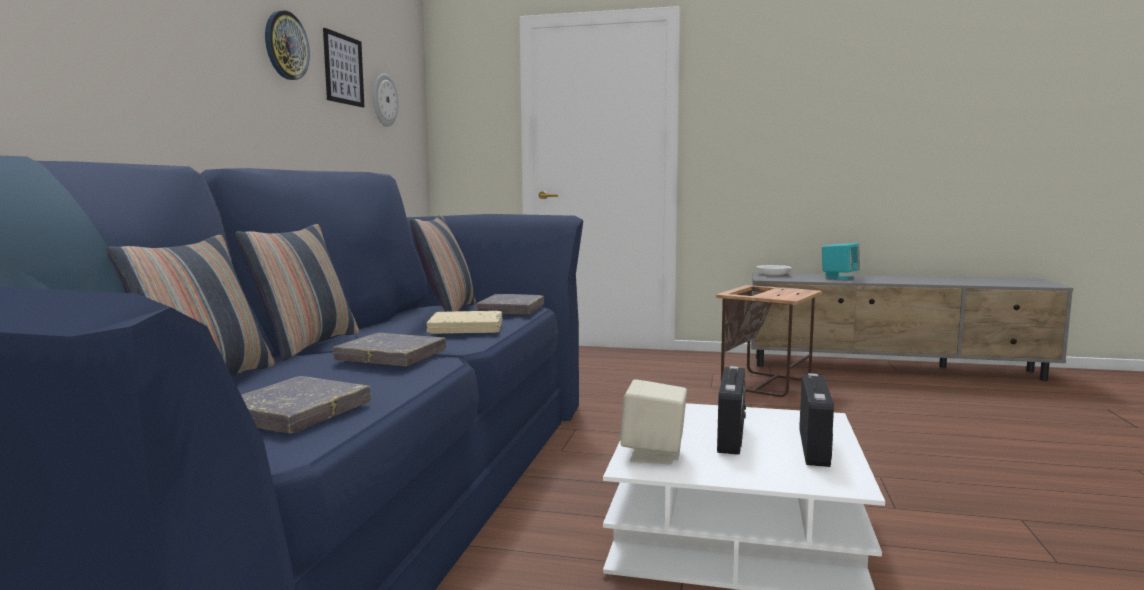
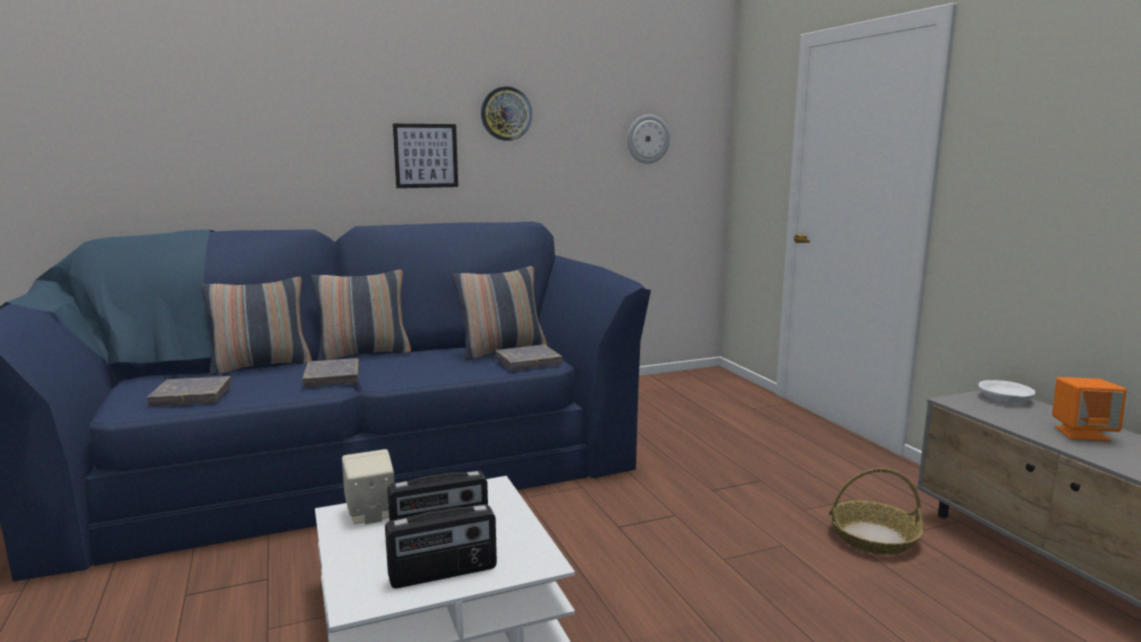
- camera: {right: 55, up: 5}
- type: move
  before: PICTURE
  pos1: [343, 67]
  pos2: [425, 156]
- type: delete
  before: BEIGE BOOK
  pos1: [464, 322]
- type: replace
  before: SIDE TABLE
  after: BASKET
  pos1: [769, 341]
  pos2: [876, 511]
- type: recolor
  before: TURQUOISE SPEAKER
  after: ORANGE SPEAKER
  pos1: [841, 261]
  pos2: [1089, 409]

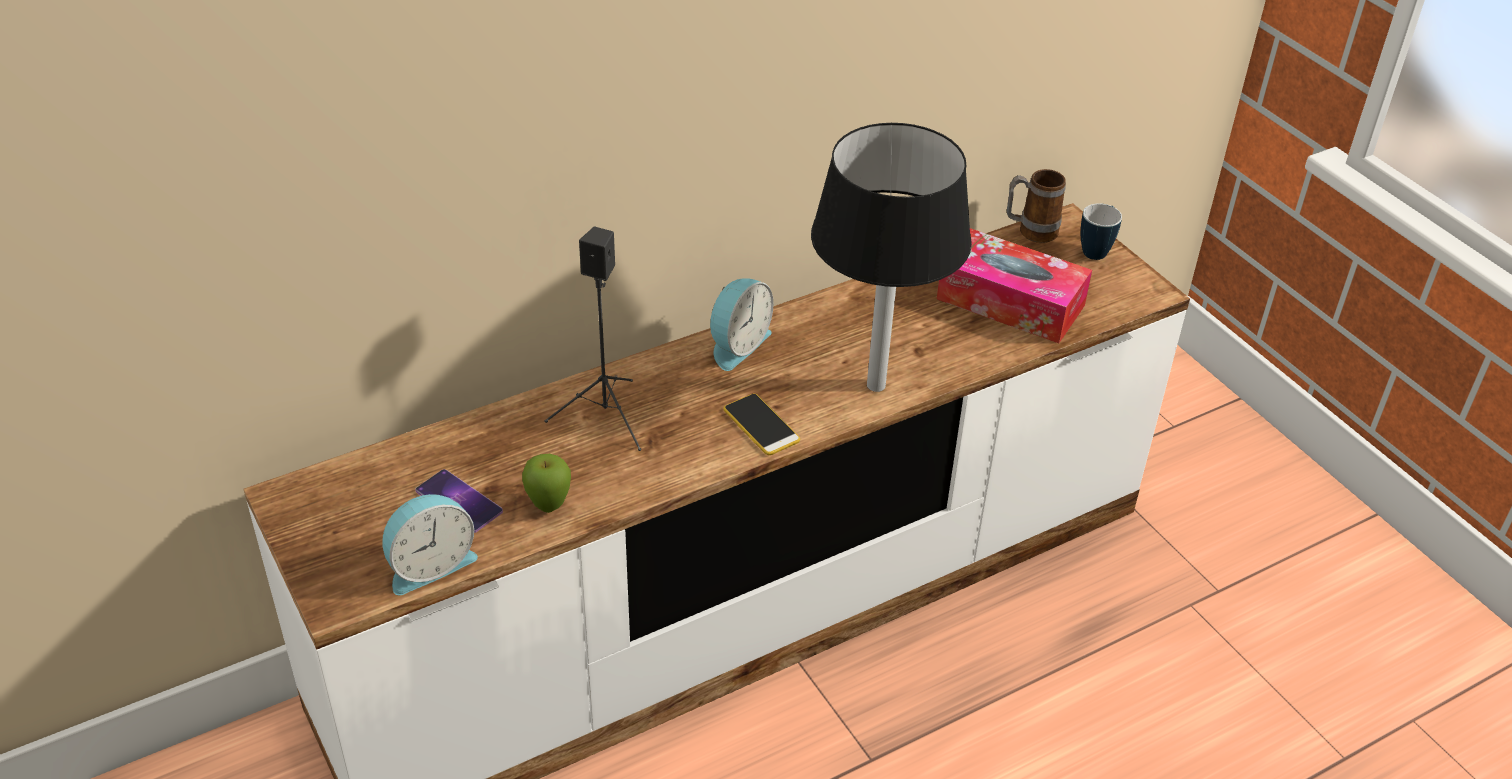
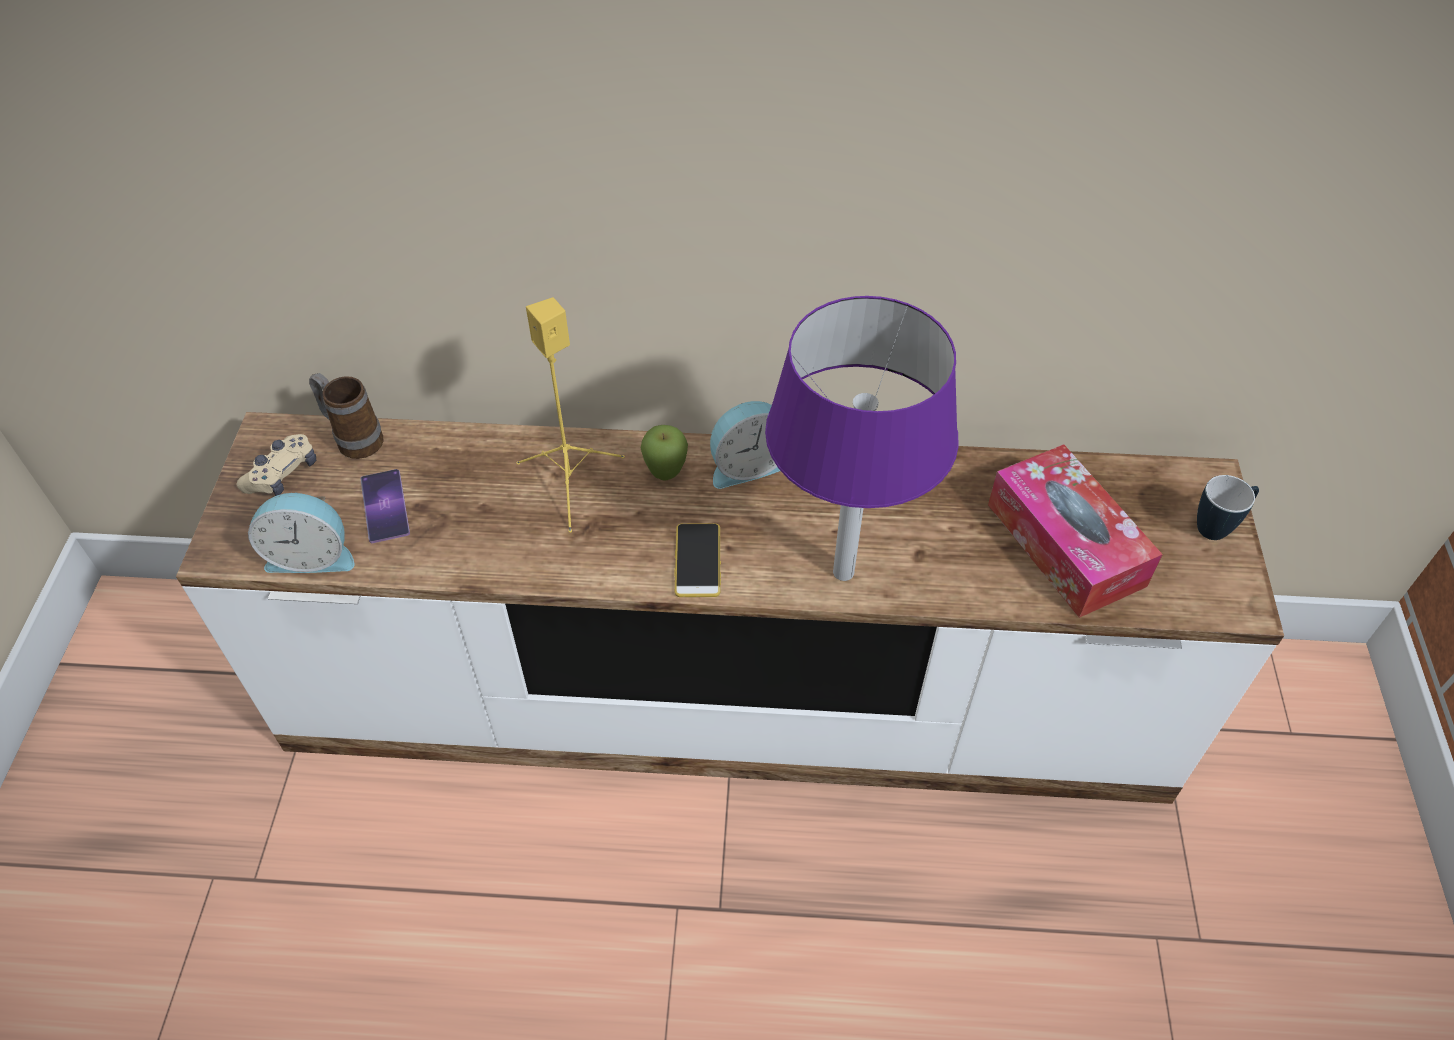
- camera: {right: 35, up: 10}
- type: move
  before: APPLE
  pos1: [546, 483]
  pos2: [664, 453]
- type: recolor
  before: BLACK SPEAKER
  after: YELLOW SPEAKER
  pos1: [592, 338]
  pos2: [570, 415]
- type: recolor
  before: BLACK TABLE LAMP
  after: PURPLE TABLE LAMP
  pos1: [891, 257]
  pos2: [862, 438]
- type: move
  before: MUG
  pos1: [1036, 206]
  pos2: [346, 416]
- type: insert
  after: BEIGE GAME CONTROLLER
  pos2: [276, 465]

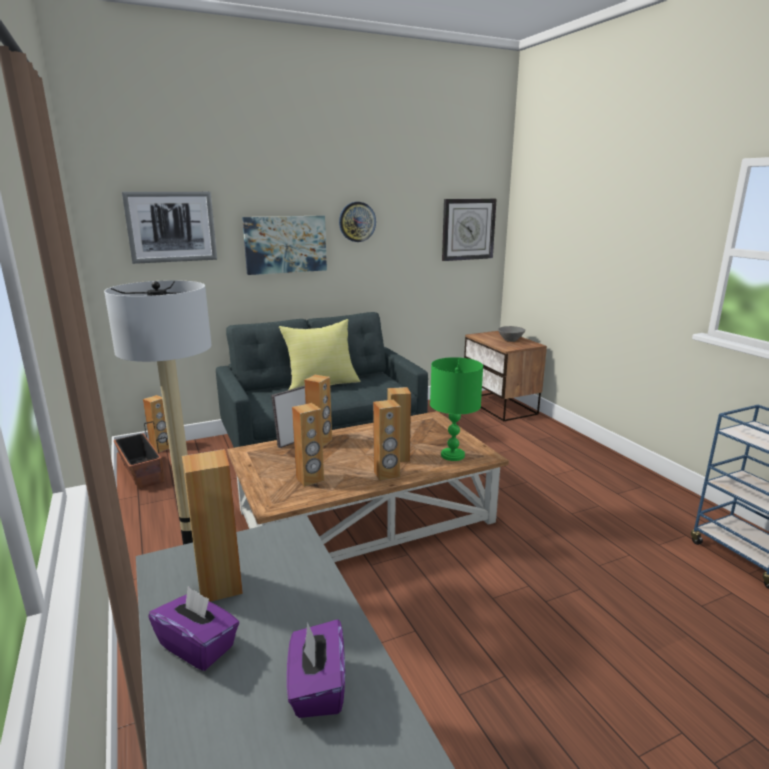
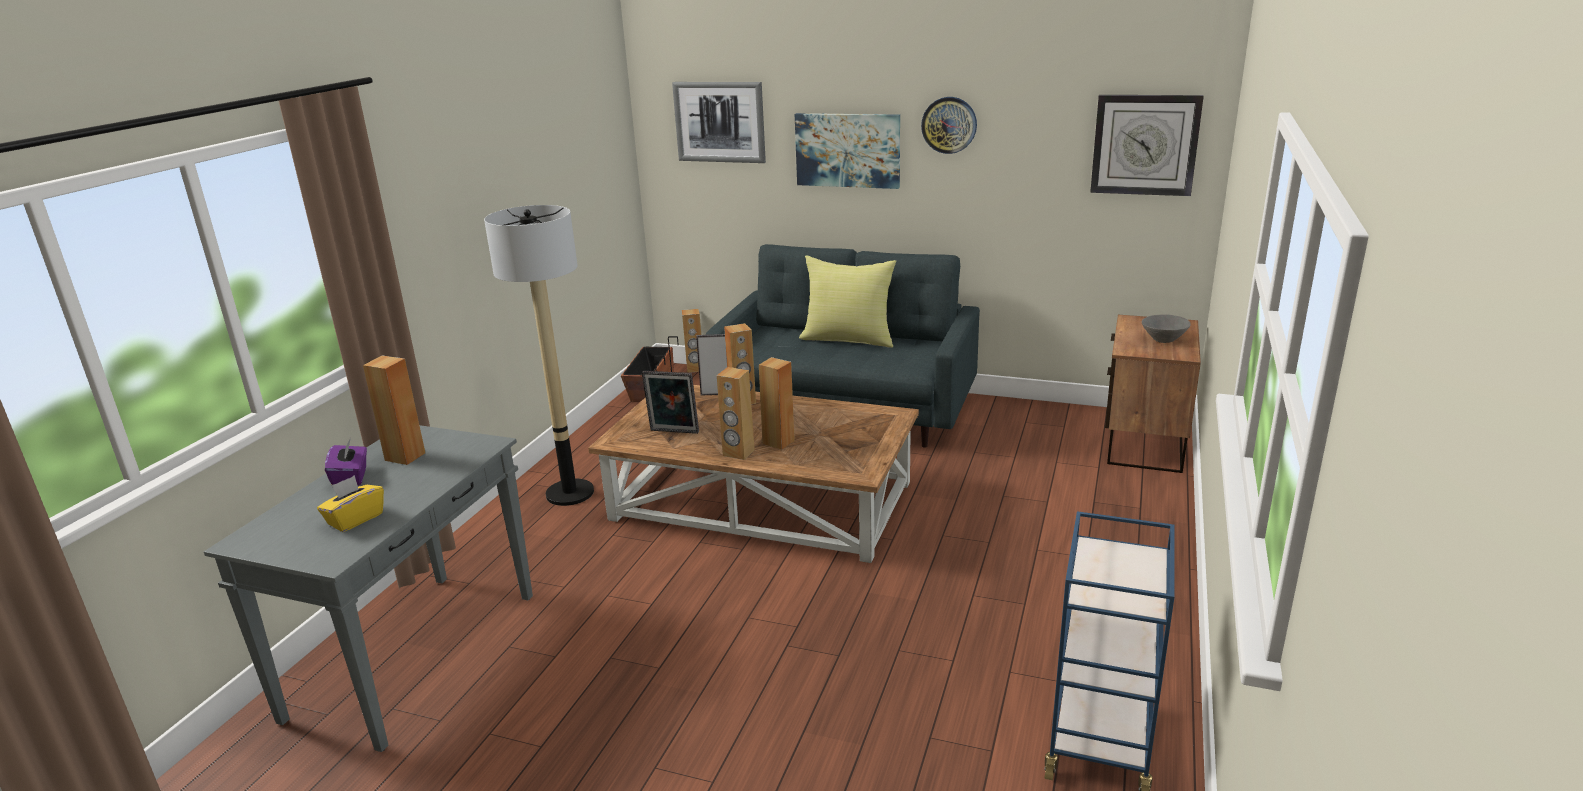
- camera: {right: 45, up: 5}
- type: recolor
  before: PURPLE TISSUE BOX
  after: YELLOW TISSUE BOX
  pos1: [316, 668]
  pos2: [350, 503]
- type: replace
  before: BROWN SPEAKER
  after: PICTURE FRAME
  pos1: [308, 445]
  pos2: [670, 402]
- type: delete
  before: GREEN TABLE LAMP
  pos1: [456, 409]

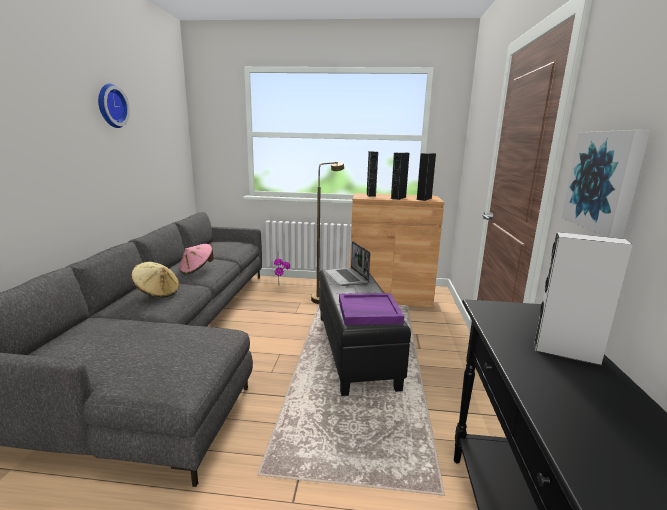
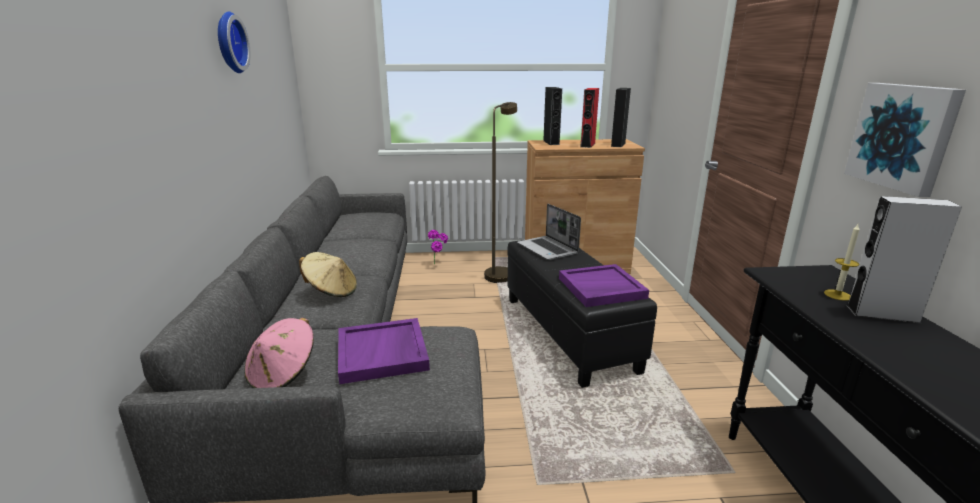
- camera: {right: -10, up: 5}
- type: move
  before: PINK HAT
  pos1: [196, 259]
  pos2: [279, 353]
- type: recolor
  before: BLACK SPEAKER
  after: RED SPEAKER
  pos1: [400, 176]
  pos2: [589, 118]
- type: insert
  after: PURPLE TRAY
  pos2: [384, 351]
- type: insert
  after: CANDLE
  pos2: [842, 262]

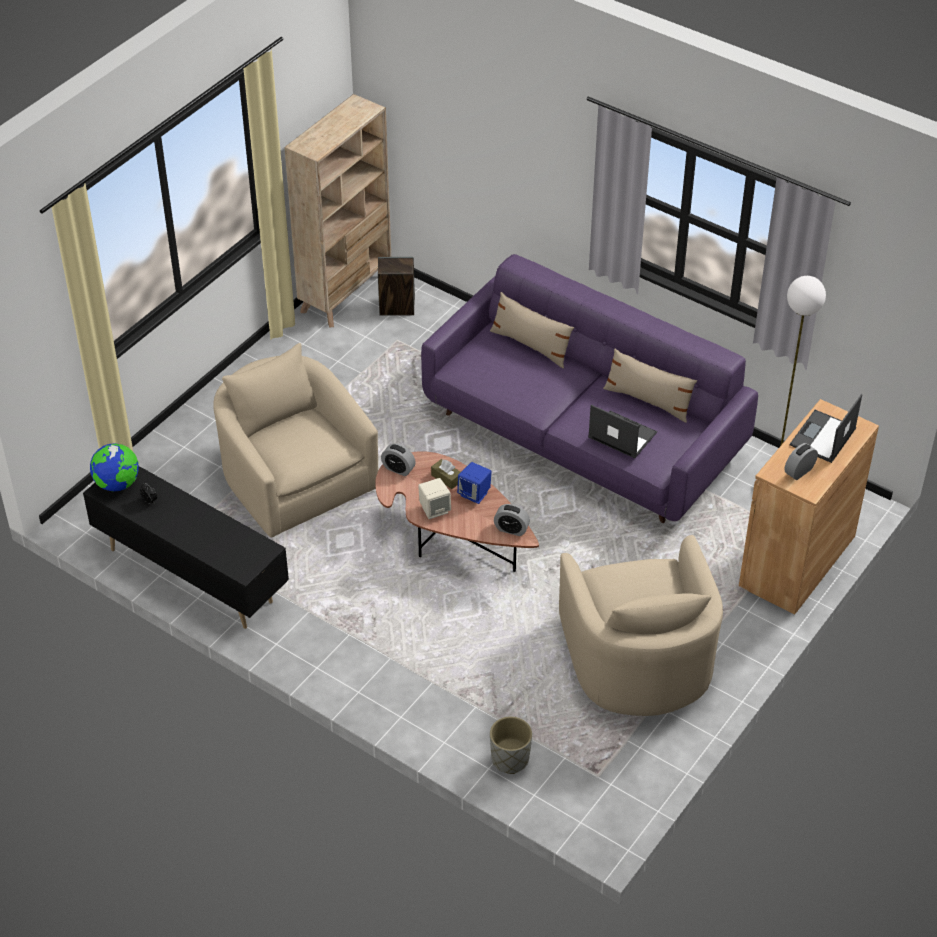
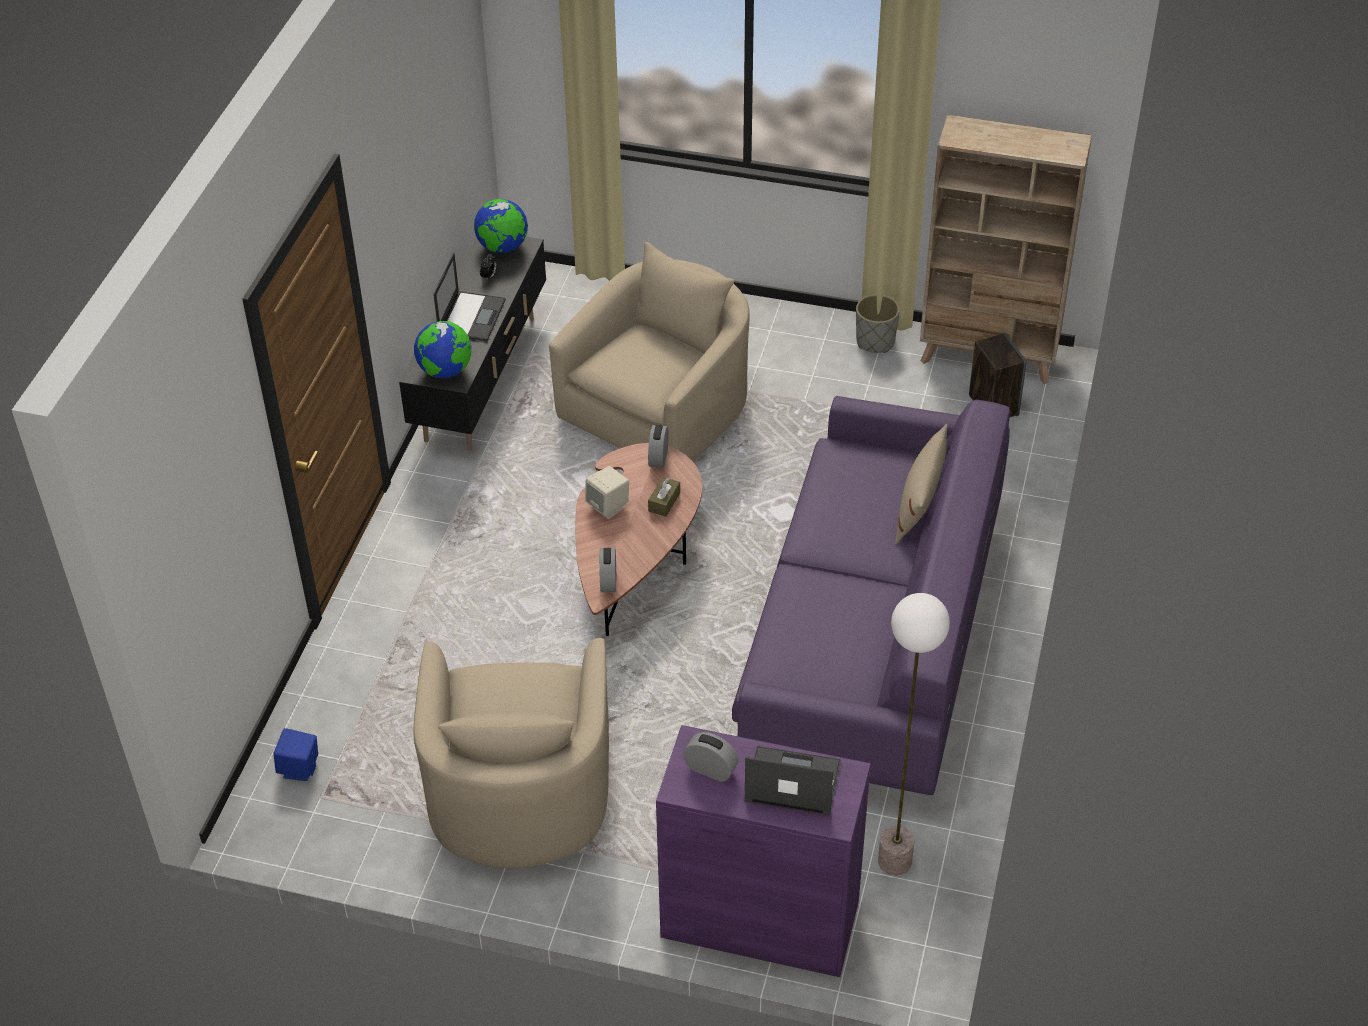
- camera: {right: 70, up: 0}
- type: move
  before: BLUE SPEAKER
  pos1: [474, 483]
  pos2: [295, 754]
- type: move
  before: GREY PLANTER
  pos1: [511, 745]
  pos2: [878, 324]
- type: rotate
  before: BEIGE ARMCHAIR
  pos1: [641, 625]
  pos2: [511, 753]
  turn: -60
- type: move
  before: LAPTOP
  pos1: [622, 431]
  pos2: [469, 297]
- type: delete
  before: BEIGE PILLOW
  pos1: [650, 385]
- type: recolor
  before: BROWN CABINET
  after: PURPLE CABINET
  pos1: [809, 507]
  pos2: [763, 851]
- type: insert
  after: GLOBE
  pos2: [442, 349]

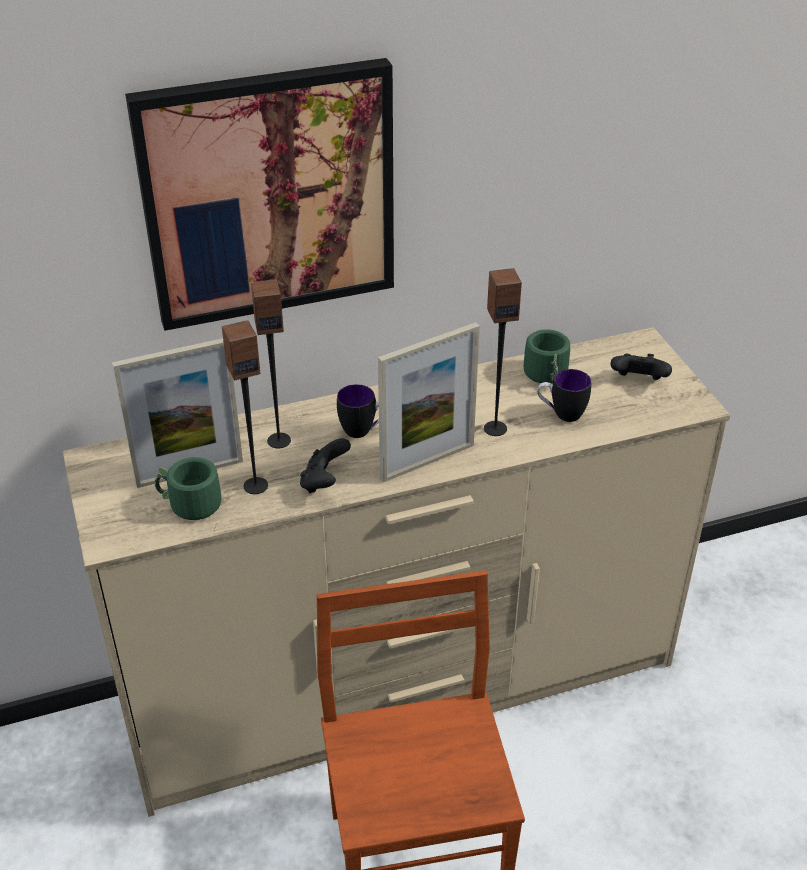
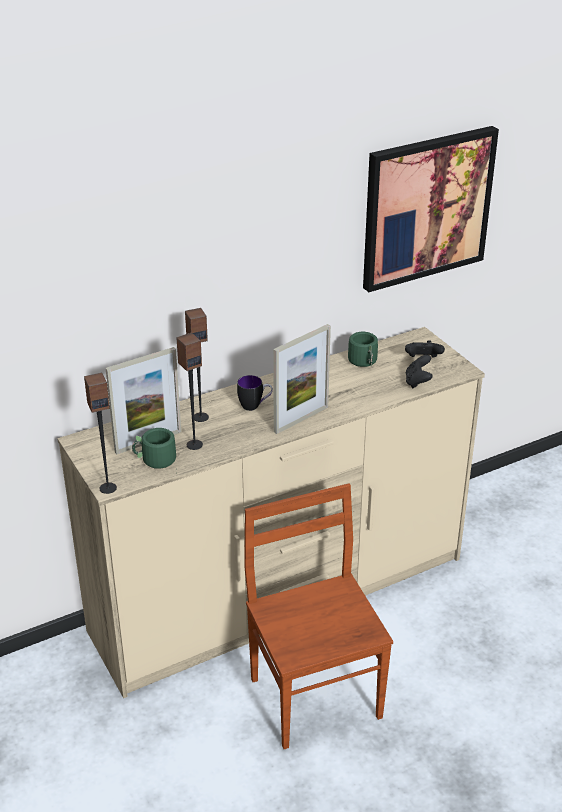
- camera: {right: -10, up: -5}
- type: move
  before: PICTURE
  pos1: [259, 194]
  pos2: [431, 209]
- type: move
  before: BLACK GAME CONTROLLER
  pos1: [325, 465]
  pos2: [419, 371]
- type: move
  before: SPEAKER
  pos1: [503, 352]
  pos2: [100, 433]
- type: delete
  before: MUG
  pos1: [564, 395]

